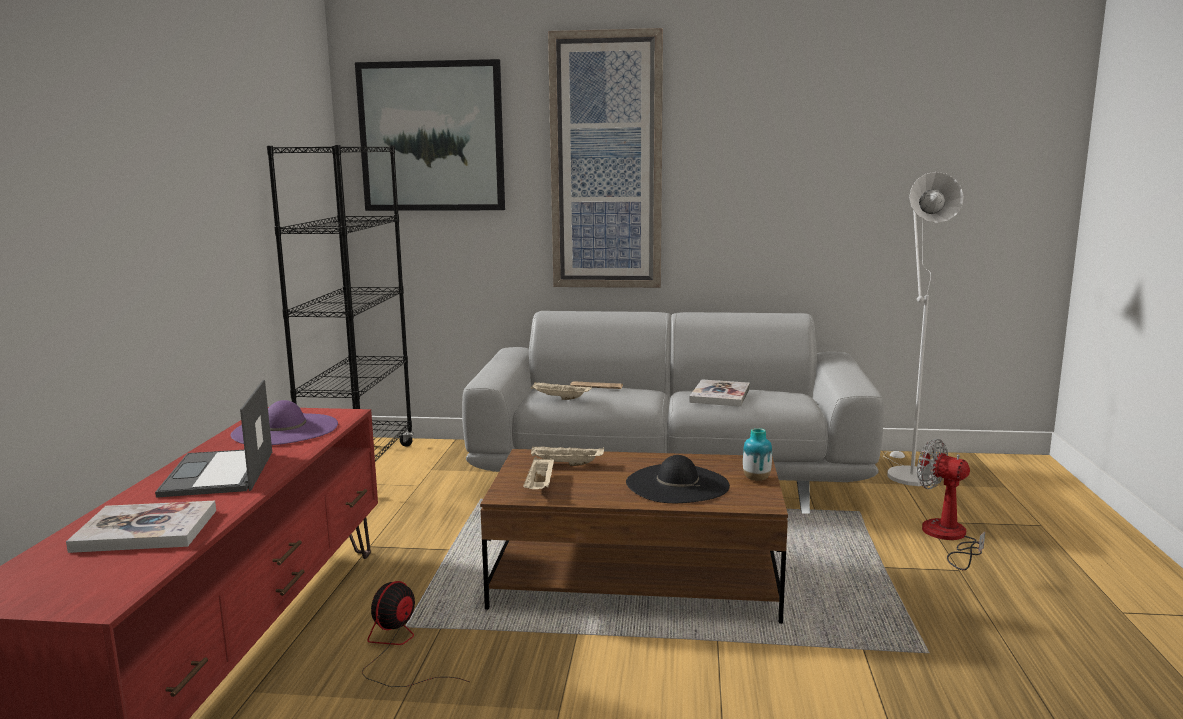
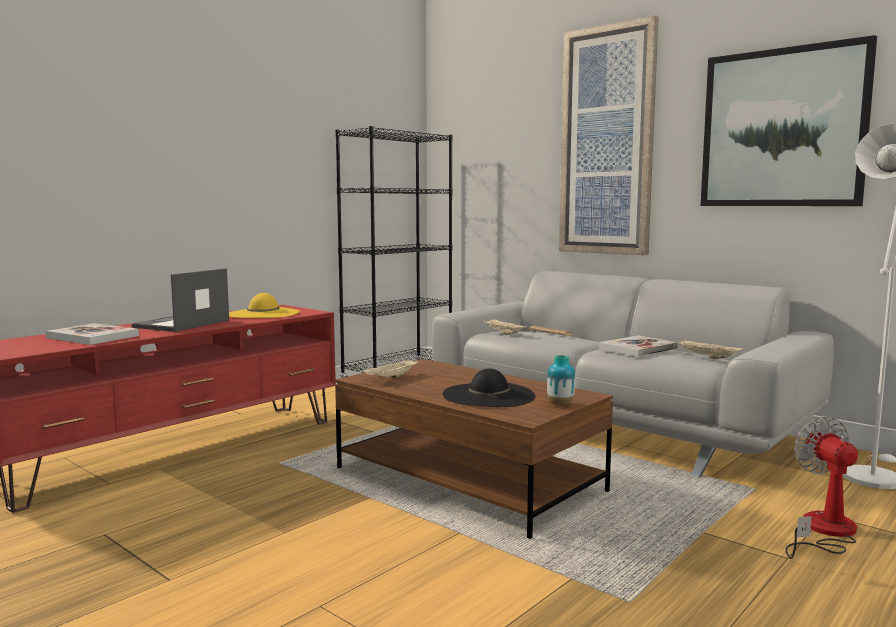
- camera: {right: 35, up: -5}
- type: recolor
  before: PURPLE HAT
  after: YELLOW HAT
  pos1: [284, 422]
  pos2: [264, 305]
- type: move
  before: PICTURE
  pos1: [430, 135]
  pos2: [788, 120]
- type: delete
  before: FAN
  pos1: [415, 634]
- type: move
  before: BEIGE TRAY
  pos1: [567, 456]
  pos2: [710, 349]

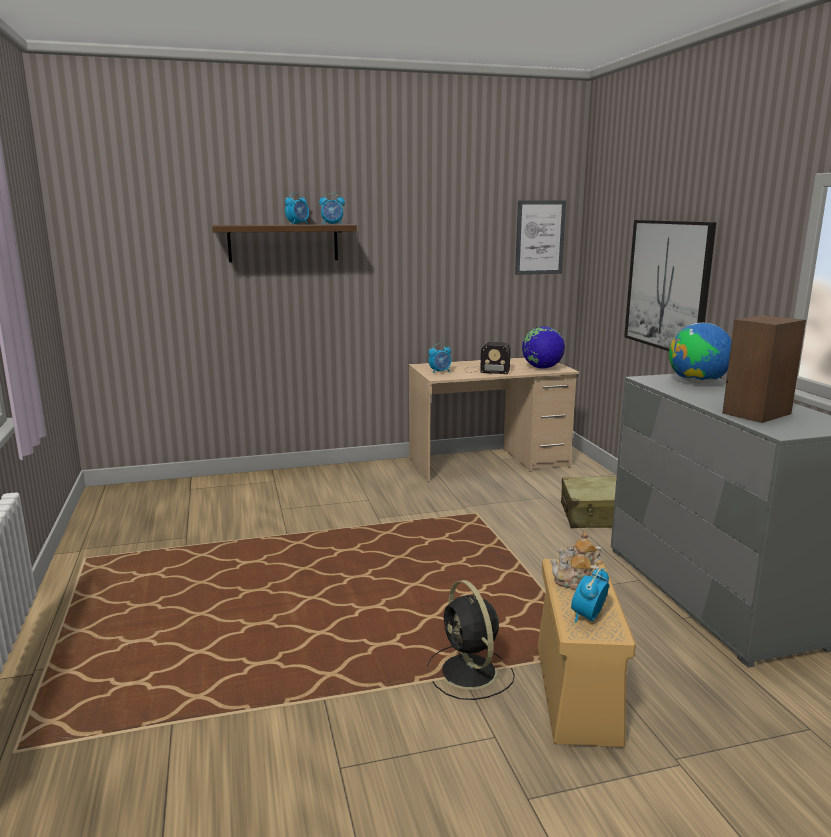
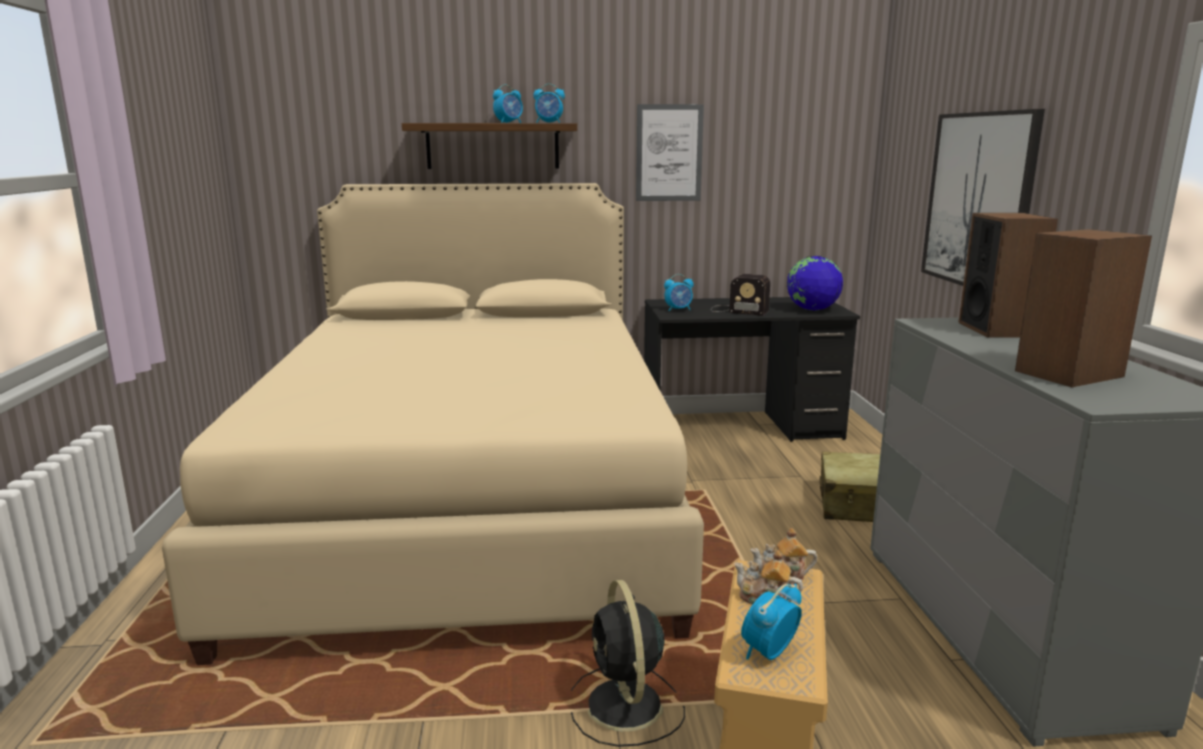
- camera: {right: 10, up: 0}
- type: recolor
  before: BEIGE DESK
  after: BLACK DESK
  pos1: [494, 419]
  pos2: [752, 369]
- type: move
  before: PICTURE
  pos1: [540, 237]
  pos2: [670, 152]
- type: replace
  before: GLOBE
  after: SPEAKER
  pos1: [700, 353]
  pos2: [1008, 275]
- type: insert
  after: BEIGE BED
  pos2: [433, 424]

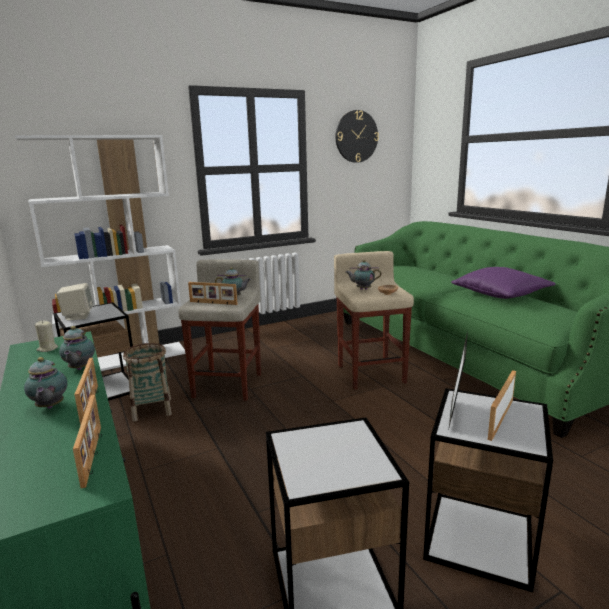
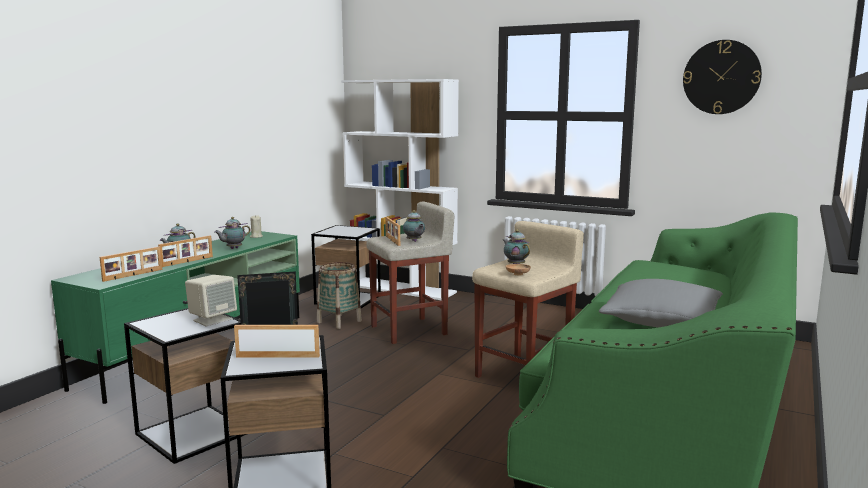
- camera: {right: 55, up: -5}
- type: move
  before: BEIGE SPEAKER
  pos1: [74, 302]
  pos2: [211, 300]
- type: recolor
  before: PURPLE PILLOW
  after: GREY PILLOW
  pos1: [503, 283]
  pos2: [661, 303]

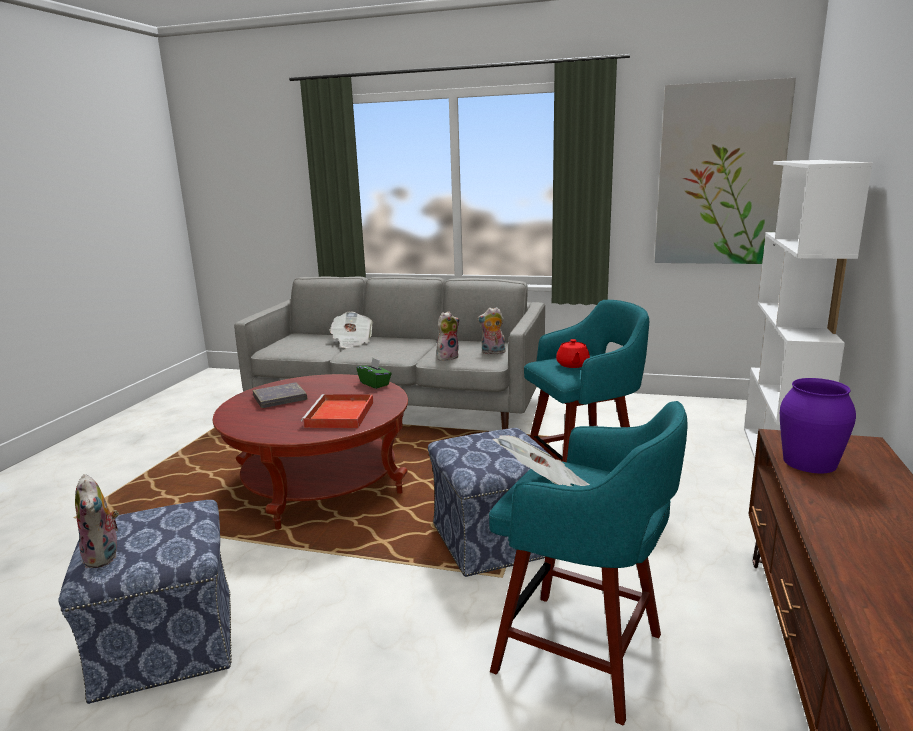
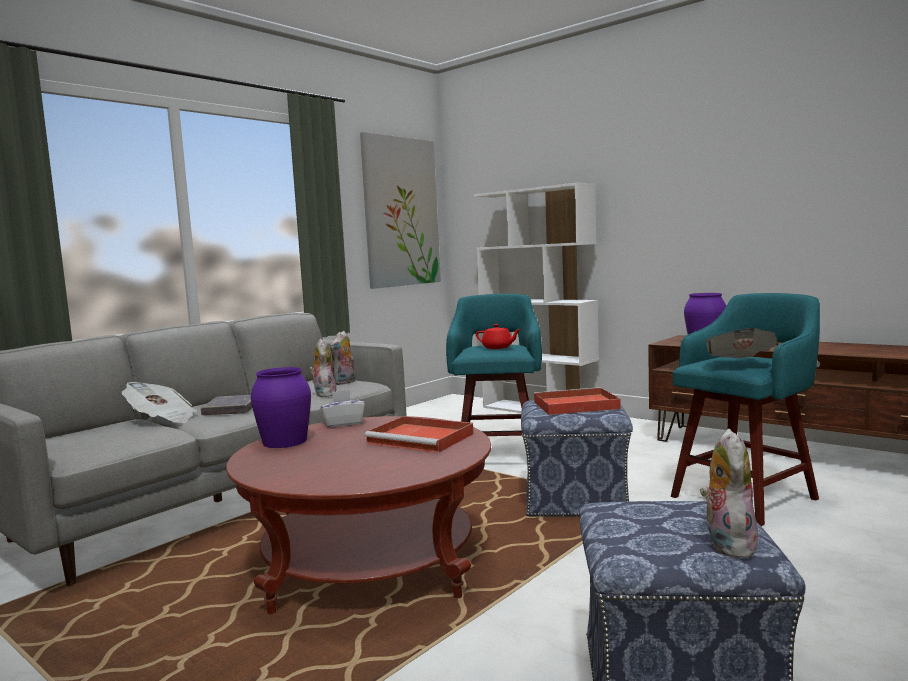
- camera: {right: -65, up: -10}
- type: rotate
  before: PLUSH TOY
  pos1: [97, 521]
  pos2: [729, 494]
  turn: -75
- type: move
  before: GREY BOOK
  pos1: [280, 395]
  pos2: [226, 405]
- type: recolor
  before: GREEN TISSUE BOX
  after: WHITE TISSUE BOX
  pos1: [374, 373]
  pos2: [342, 408]
- type: insert
  after: PURPLE VASE
  pos2: [281, 407]
- type: insert
  after: RED TRAY
  pos2: [577, 401]

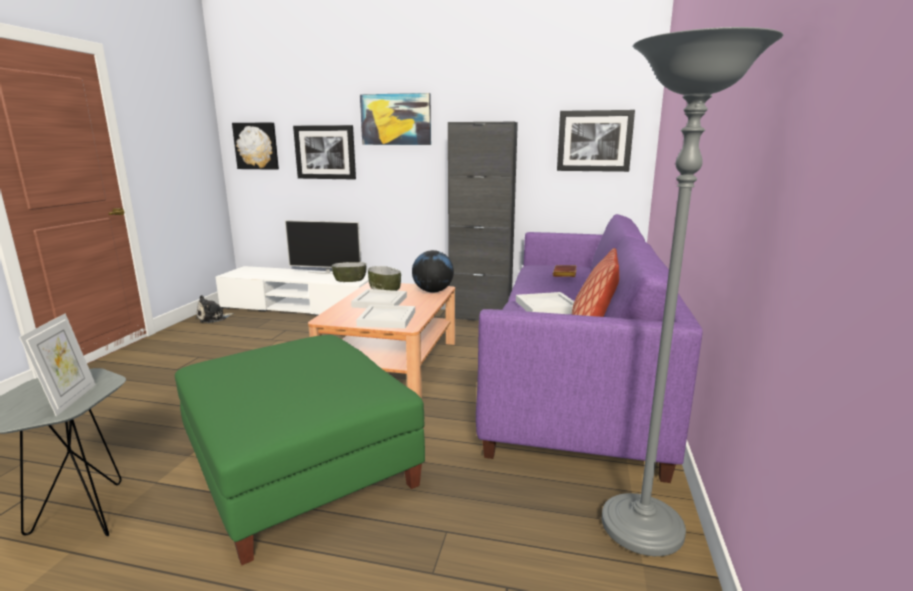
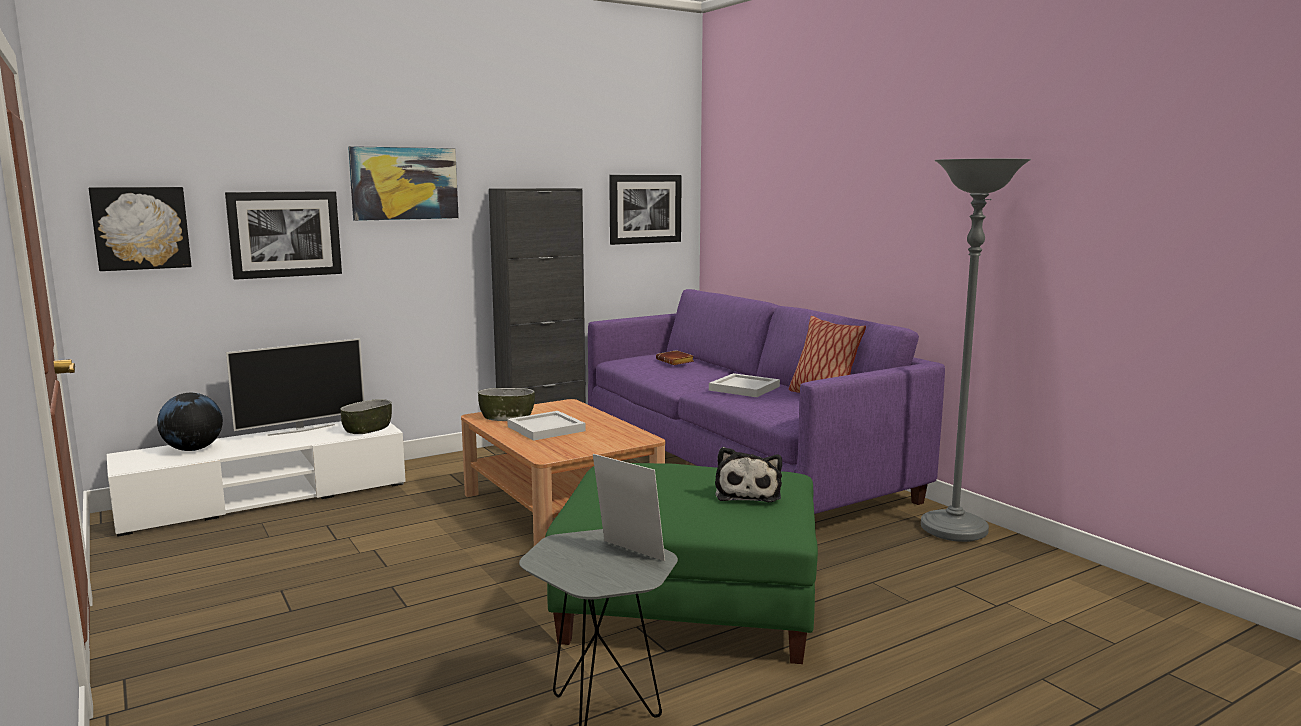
- camera: {right: -45, up: -5}
- type: move
  before: PLUSH TOY
  pos1: [215, 309]
  pos2: [748, 474]
- type: delete
  before: WHITE TRAY
  pos1: [385, 317]
- type: move
  before: GLOBE
  pos1: [433, 271]
  pos2: [190, 422]

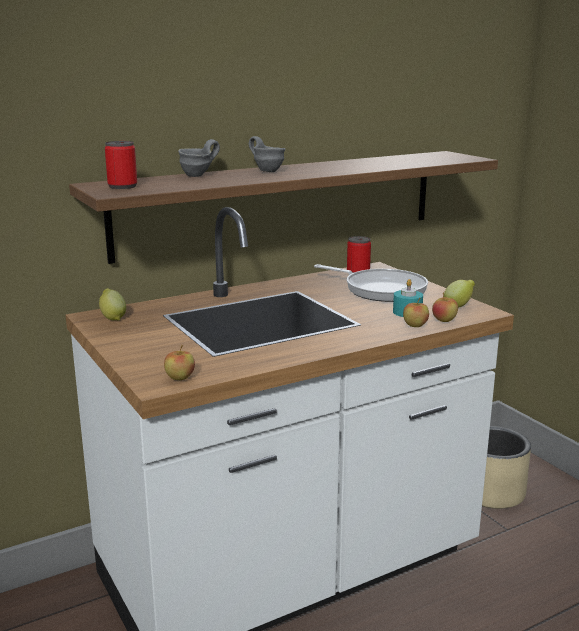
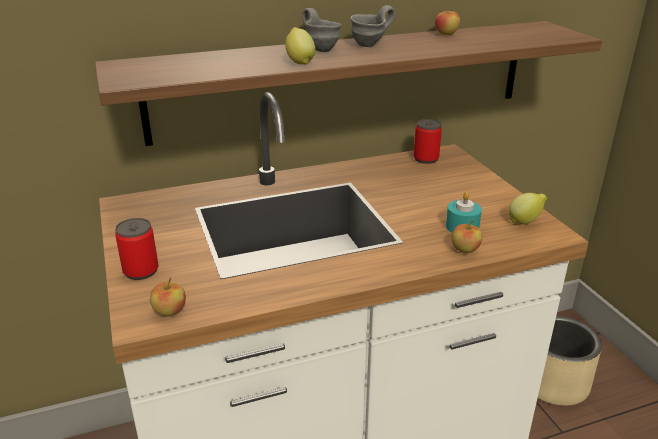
- camera: {right: 10, up: 10}
- type: move
  before: LEMON
  pos1: [112, 304]
  pos2: [300, 45]
- type: move
  before: CAN
  pos1: [121, 165]
  pos2: [136, 249]
- type: move
  before: GREY MUG
  pos1: [199, 158]
  pos2: [373, 26]
- type: delete
  before: FRYING PAN
  pos1: [371, 283]
- type: move
  before: APPLE
  pos1: [445, 307]
  pos2: [447, 20]

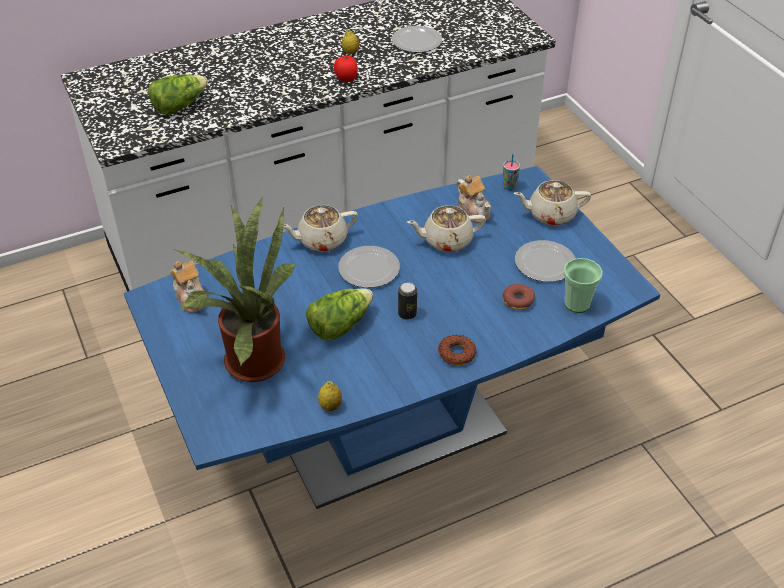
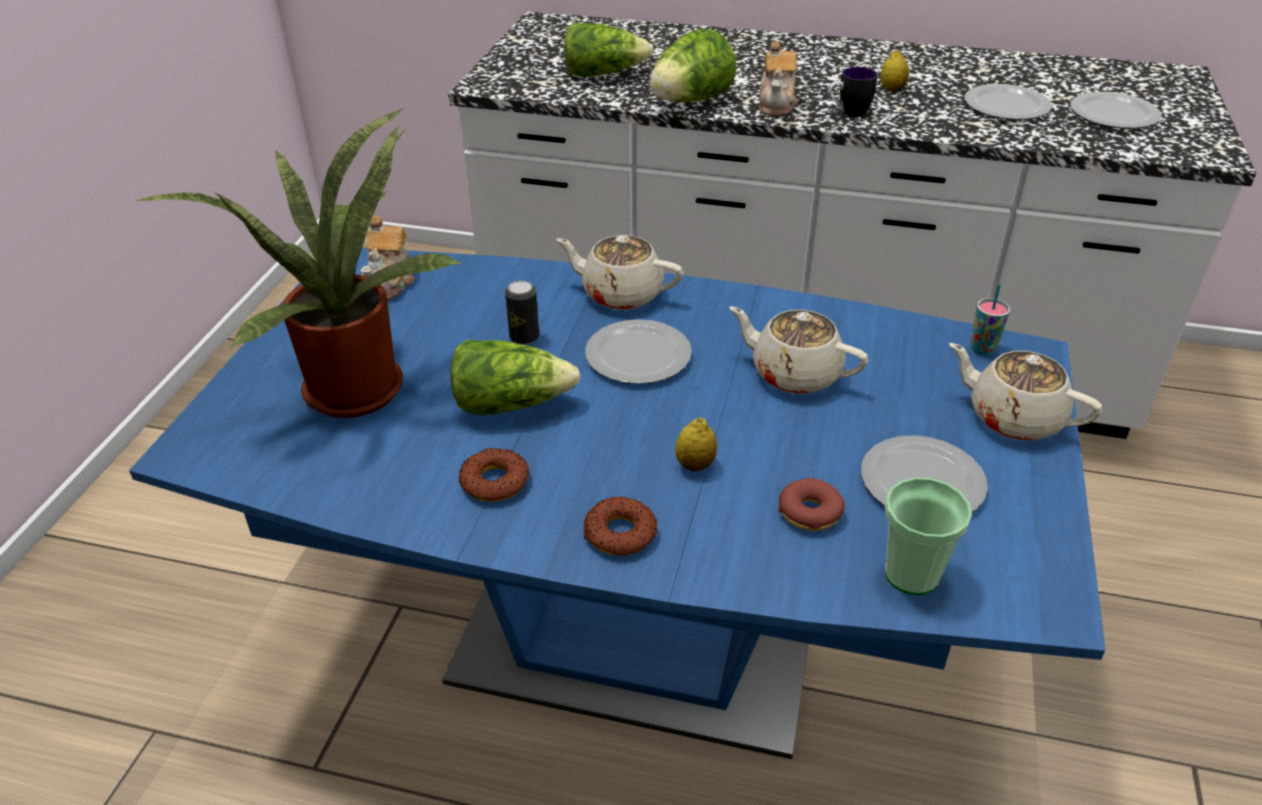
- camera: {right: 40, up: -5}
- type: move
  before: LEMON
  pos1: [330, 396]
  pos2: [696, 445]
- type: replace
  before: TOMATO
  after: MUG
  pos1: [346, 69]
  pos2: [852, 92]
- type: move
  before: CAN
  pos1: [407, 301]
  pos2: [522, 313]
- type: move
  before: TEAPOT
  pos1: [474, 199]
  pos2: [778, 78]
- type: insert
  after: DONUT
  pos2: [493, 474]
- type: insert
  after: LETTUCE
  pos2: [692, 65]
- type: insert
  after: PLATE
  pos2: [1115, 110]

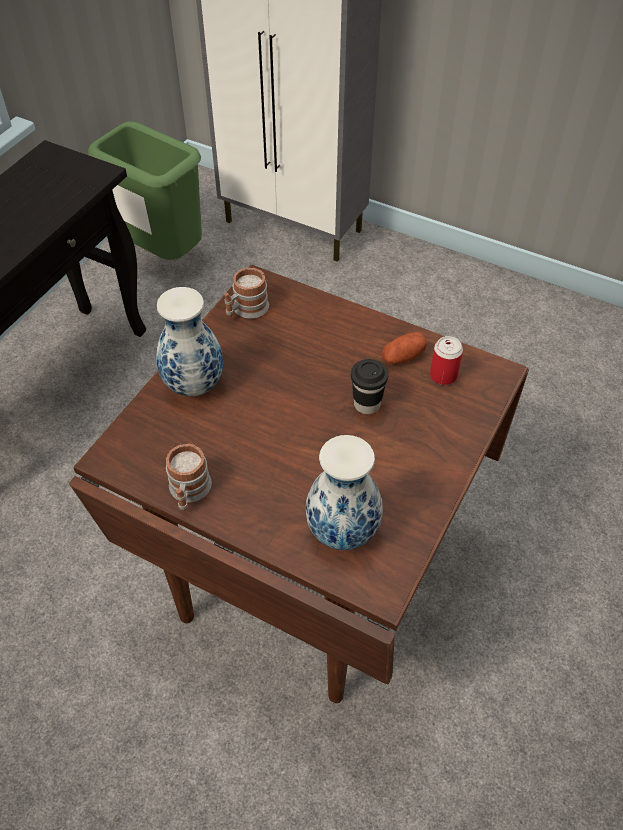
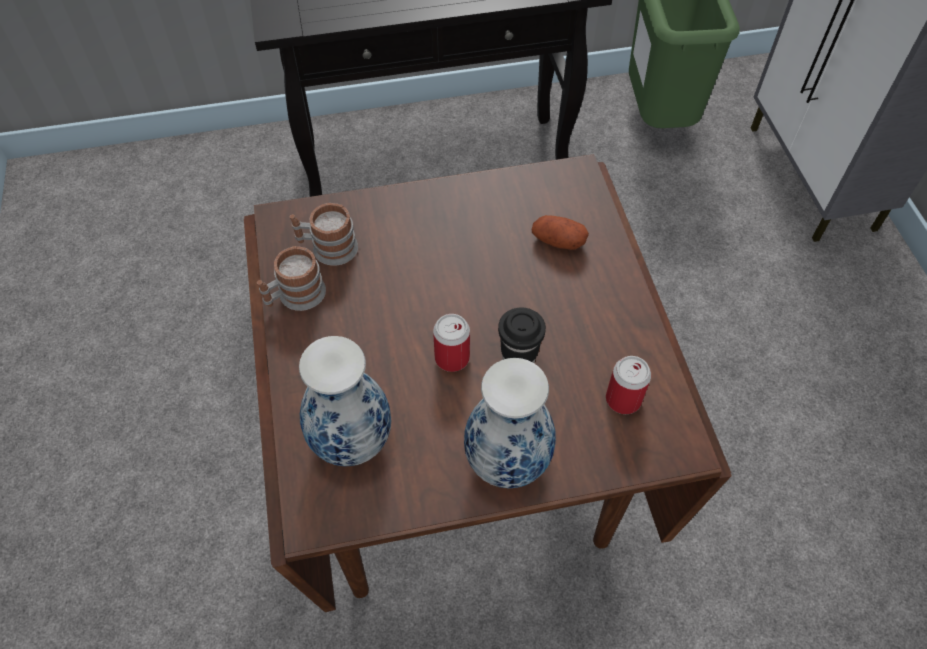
- camera: {right: 50, up: 5}
- type: move
  before: VASE
  pos1: [189, 341]
  pos2: [510, 423]
- type: move
  before: MUG
  pos1: [246, 293]
  pos2: [324, 234]
- type: move
  before: POTATO
  pos1: [404, 348]
  pos2: [560, 232]
- type: insert
  after: CAN
  pos2: [451, 343]

